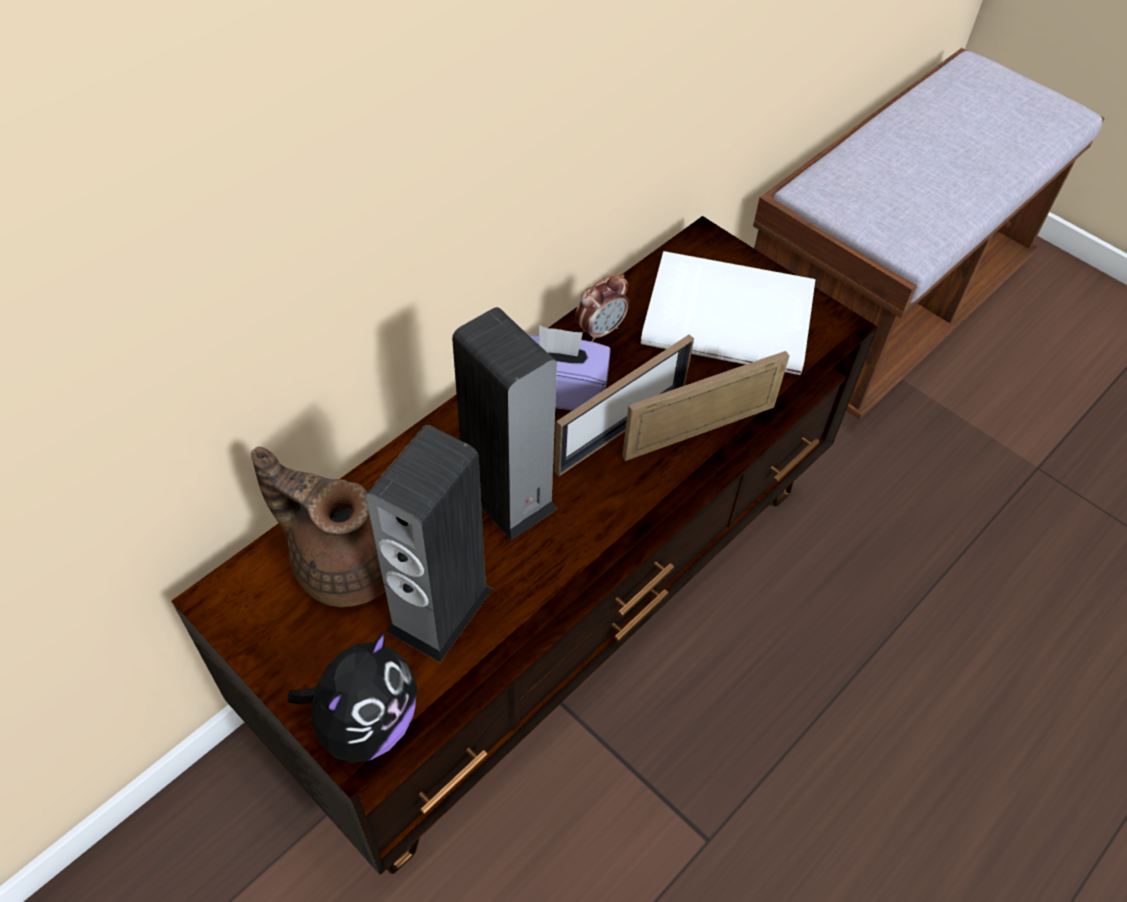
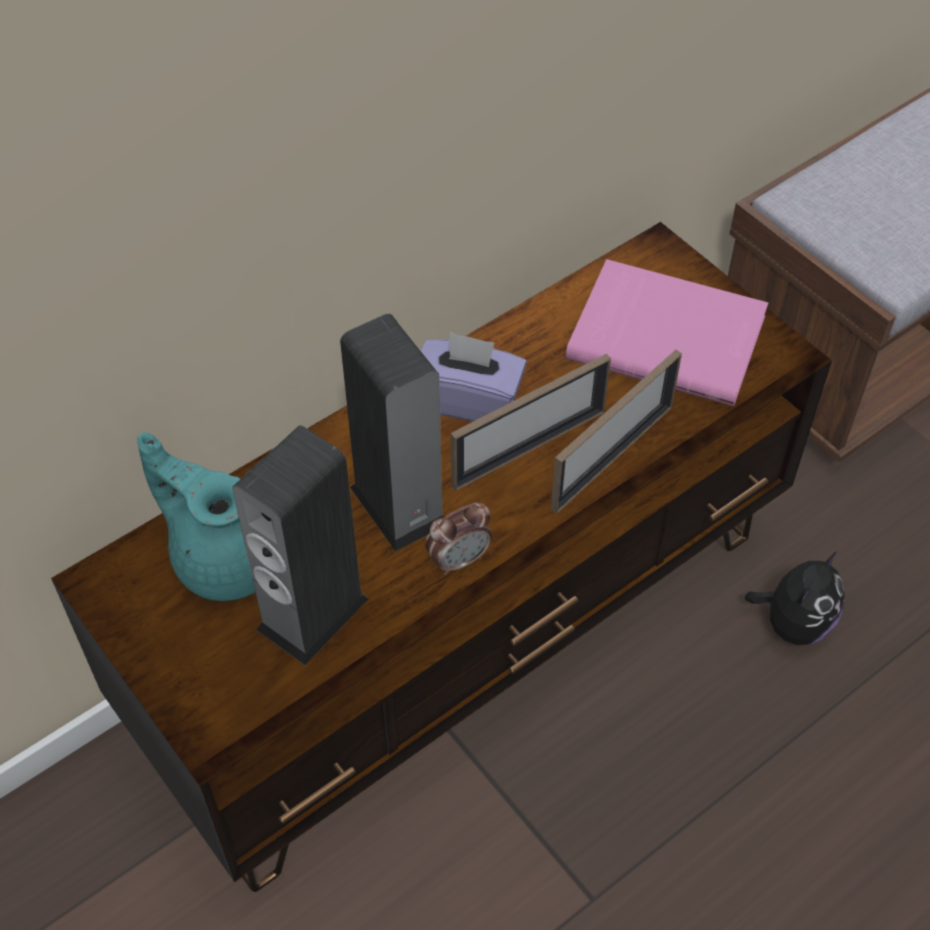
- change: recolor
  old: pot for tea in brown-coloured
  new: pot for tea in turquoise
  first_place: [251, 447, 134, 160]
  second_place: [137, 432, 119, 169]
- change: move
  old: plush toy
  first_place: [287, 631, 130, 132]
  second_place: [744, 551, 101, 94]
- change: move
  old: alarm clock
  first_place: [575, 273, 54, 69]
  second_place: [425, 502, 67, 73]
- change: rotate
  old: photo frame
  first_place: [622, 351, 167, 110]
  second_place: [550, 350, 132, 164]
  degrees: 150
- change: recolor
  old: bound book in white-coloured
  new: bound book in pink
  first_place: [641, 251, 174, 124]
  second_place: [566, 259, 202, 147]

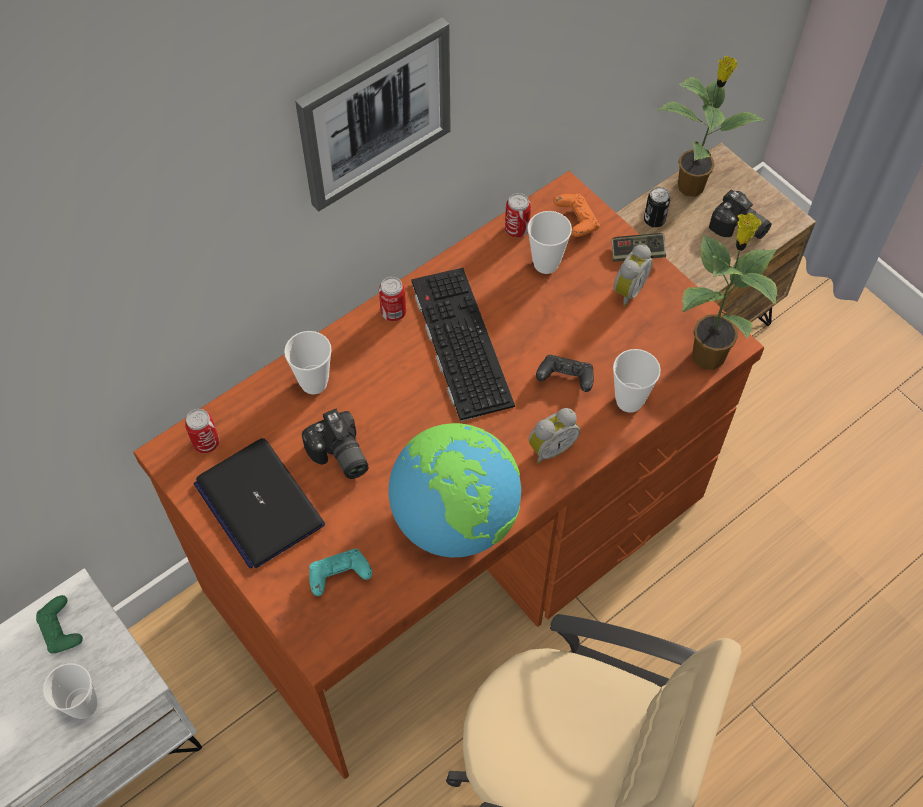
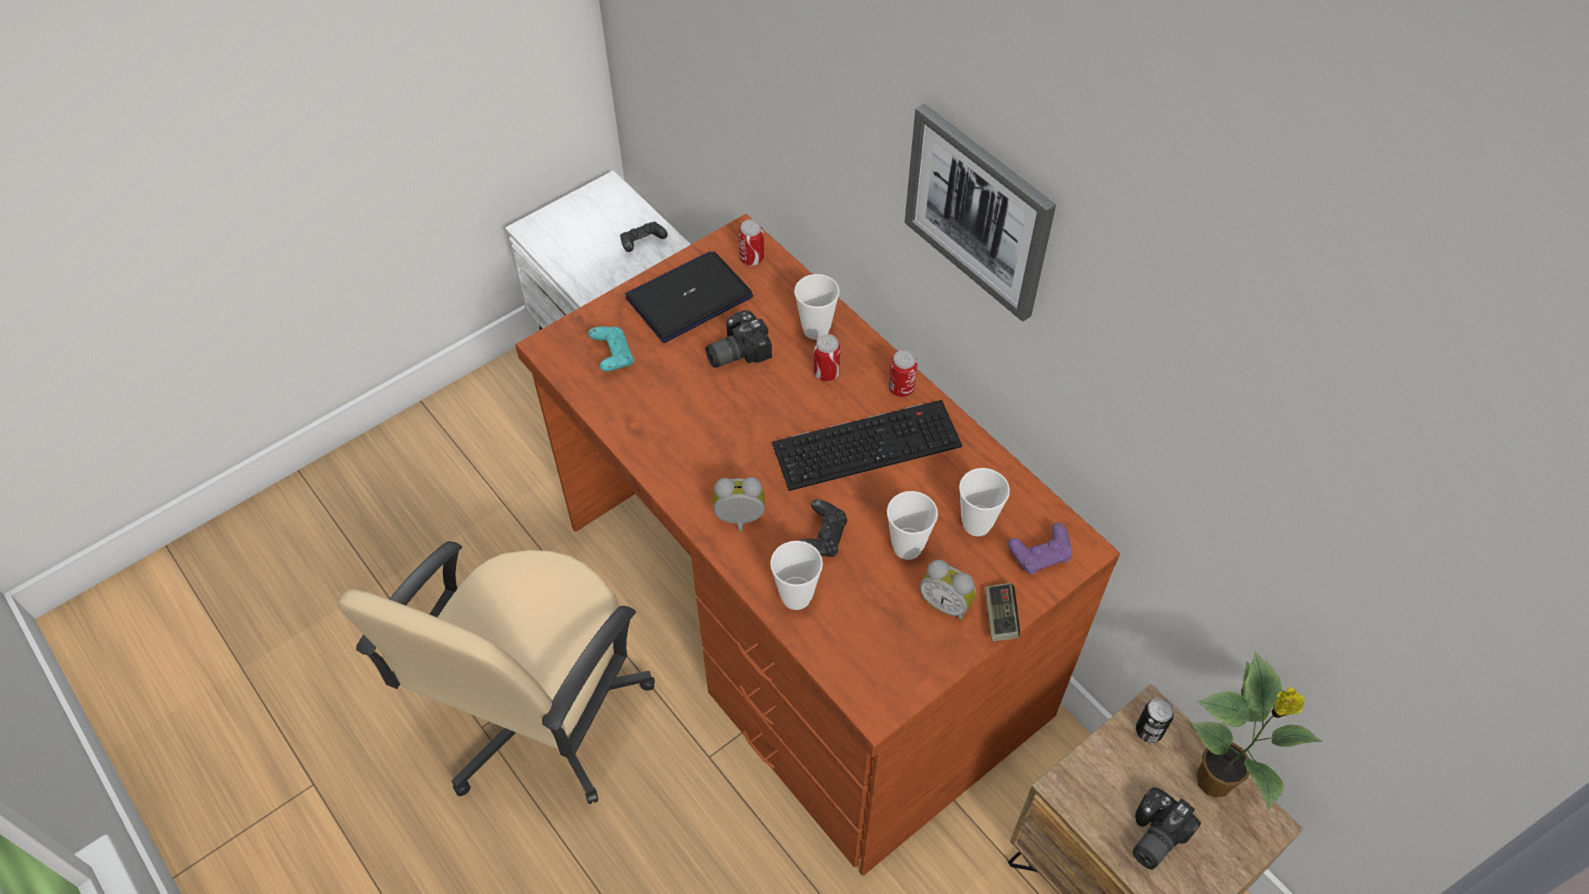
- change: recolor
  old: gamepad in green
  new: gamepad in black
  first_place: [36, 595, 47, 58]
  second_place: [620, 222, 48, 30]
- change: move
  old: cup
  first_place: [43, 663, 54, 56]
  second_place: [887, 491, 51, 69]
- change: delete
  old: world globe
  first_place: [389, 423, 132, 135]
- change: move
  old: sealed can
  first_place: [505, 193, 26, 45]
  second_place: [814, 334, 27, 47]
- change: rotate
  old: alarm clock
  first_place: [529, 408, 51, 56]
  second_place: [713, 477, 52, 56]
  degrees: 120
- change: recolor
  old: gamepad in orange
  new: gamepad in purple-coloured
  first_place: [553, 194, 47, 43]
  second_place: [1008, 523, 64, 51]
- change: delete
  old: houseplant
  first_place: [682, 213, 96, 157]

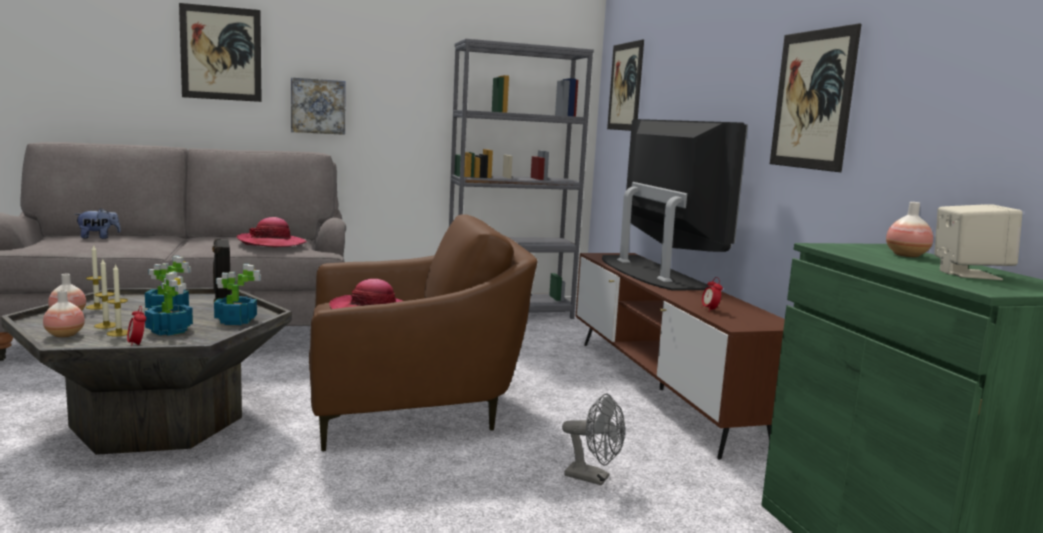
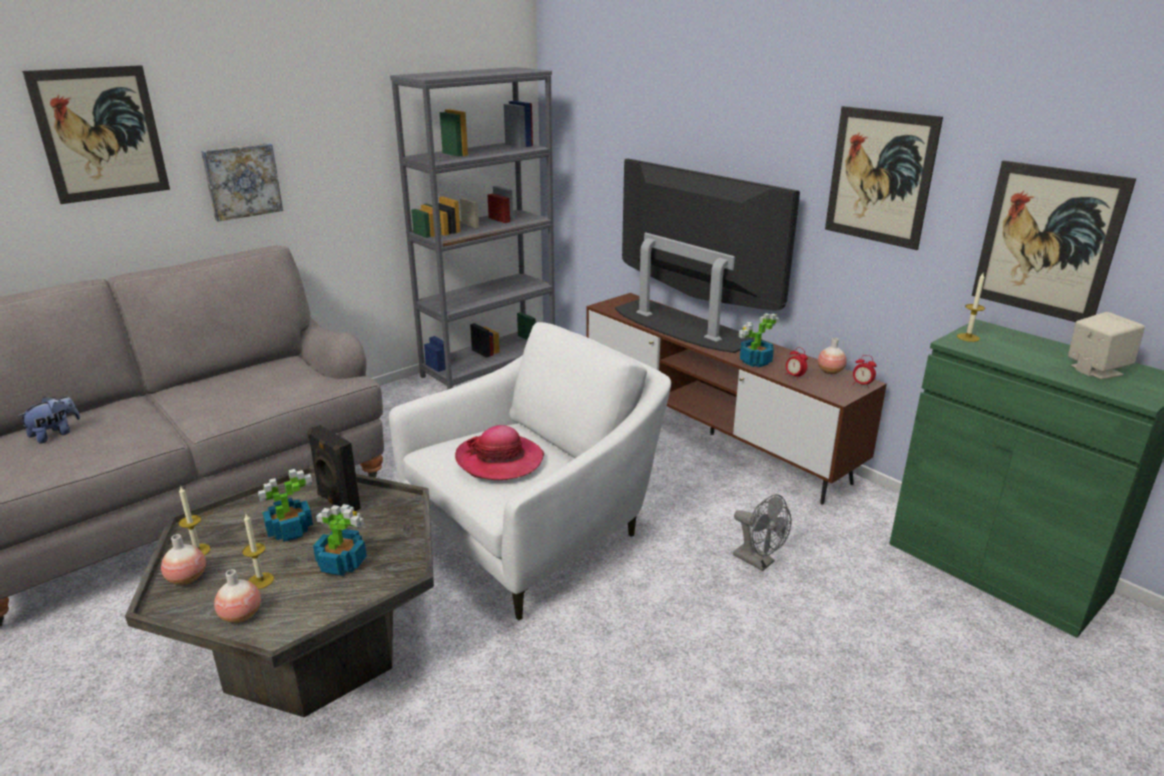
- change: move
  old: candle
  first_place: [107, 264, 21, 72]
  second_place: [957, 273, 28, 69]
- change: move
  old: alarm clock
  first_place: [127, 306, 19, 40]
  second_place: [853, 355, 24, 33]
- change: move
  old: houseplant
  first_place: [214, 264, 47, 61]
  second_place: [739, 313, 40, 54]
- change: delete
  old: wearable hat
  first_place: [237, 217, 70, 30]
- change: recolor
  old: lounge chair in brown-coloured
  new: lounge chair in white-coloured
  first_place: [309, 214, 229, 238]
  second_place: [389, 322, 282, 299]
- change: rotate
  old: electric fan in grey
  first_place: [562, 394, 63, 92]
  second_place: [733, 494, 58, 77]
  degrees: 45
- change: move
  old: wall art
  first_place: [607, 40, 37, 91]
  second_place: [972, 160, 164, 162]
- change: move
  old: vase
  first_place: [886, 202, 47, 55]
  second_place: [818, 338, 29, 36]

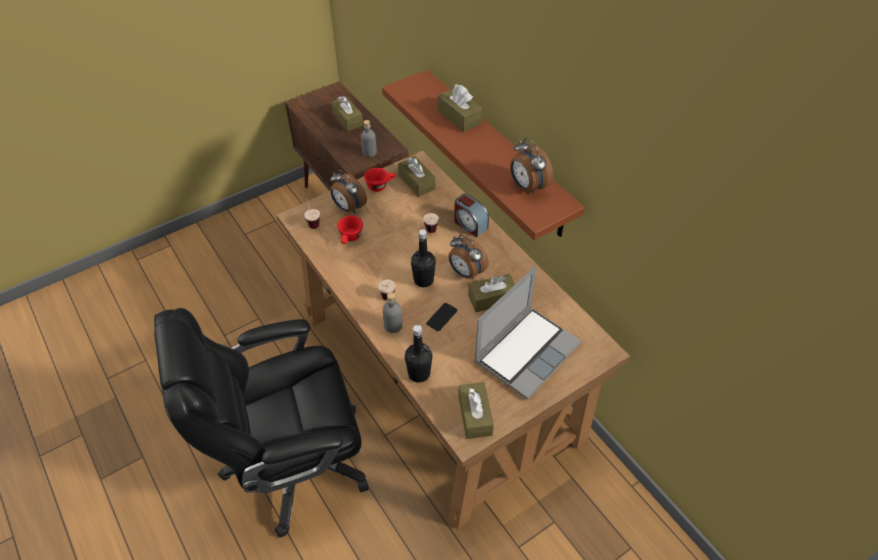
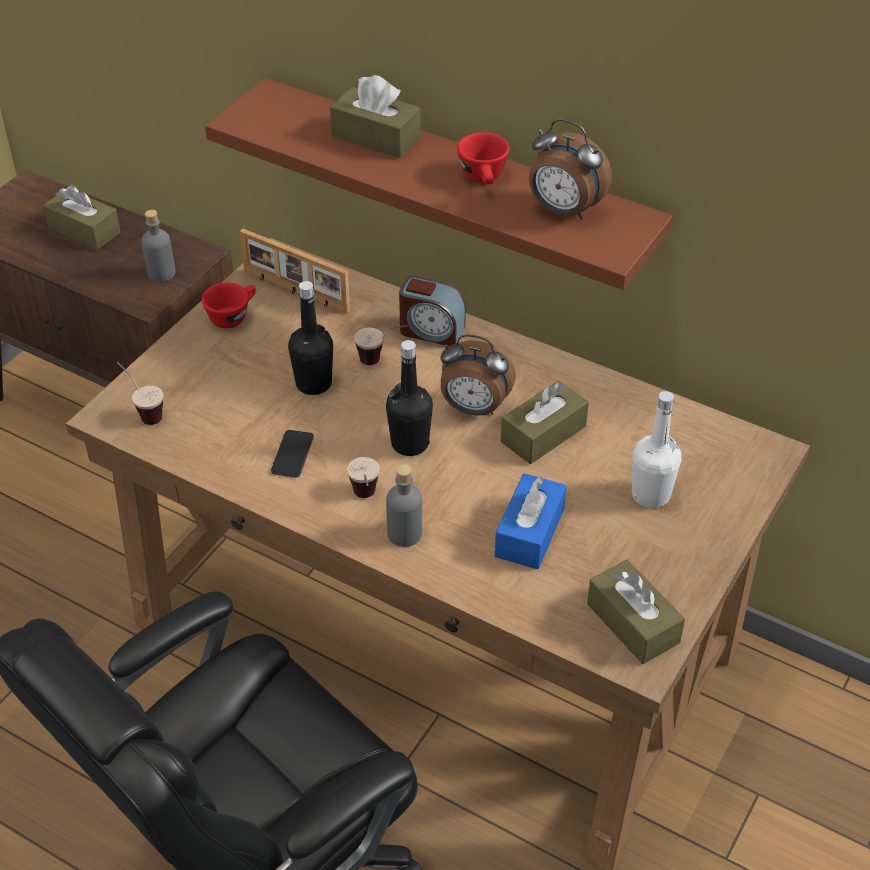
- change: delete
  old: alarm clock
  first_place: [330, 170, 37, 44]
- change: move
  old: cup in red
  first_place: [337, 216, 26, 28]
  second_place: [457, 132, 52, 52]
- change: replace
  old: tissue holder in brown-coloured
  new: photo frame
  first_place: [398, 156, 37, 41]
  second_place: [240, 229, 110, 85]
- change: move
  old: beverage bottle in black
  first_place: [405, 325, 27, 58]
  second_place: [288, 281, 45, 114]
- change: move
  old: telephone
  first_place: [426, 303, 31, 28]
  second_place: [271, 430, 43, 48]
- change: replace
  old: portable computer
  new: beverage bottle in white-coloured
  first_place: [474, 266, 107, 134]
  second_place: [632, 391, 49, 117]
- change: insert
  new: tissue holder in bluish
  second_place: [495, 473, 71, 96]

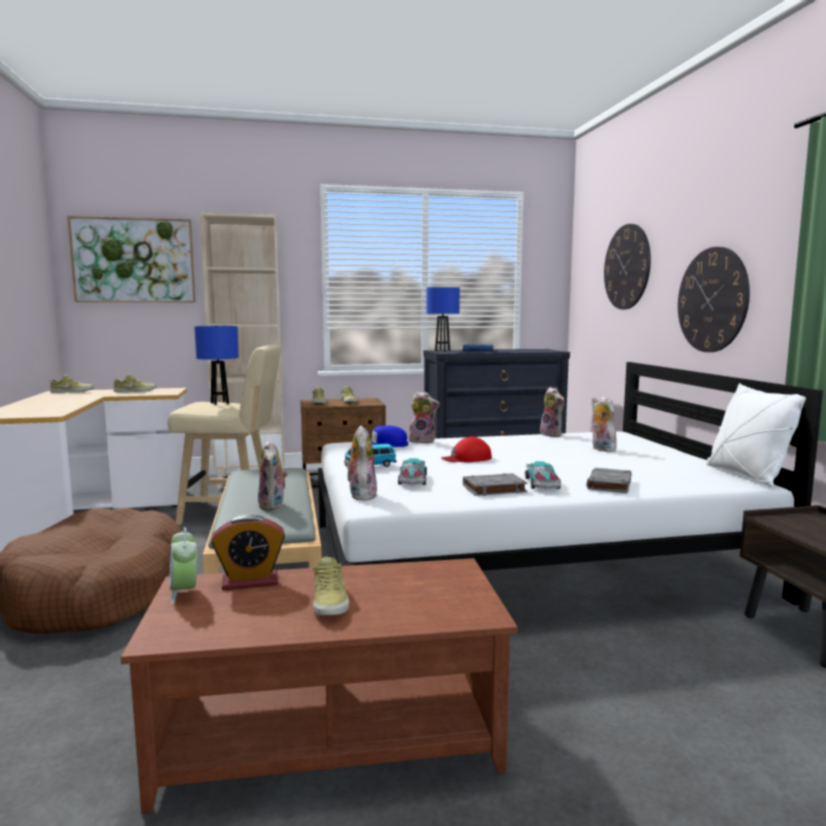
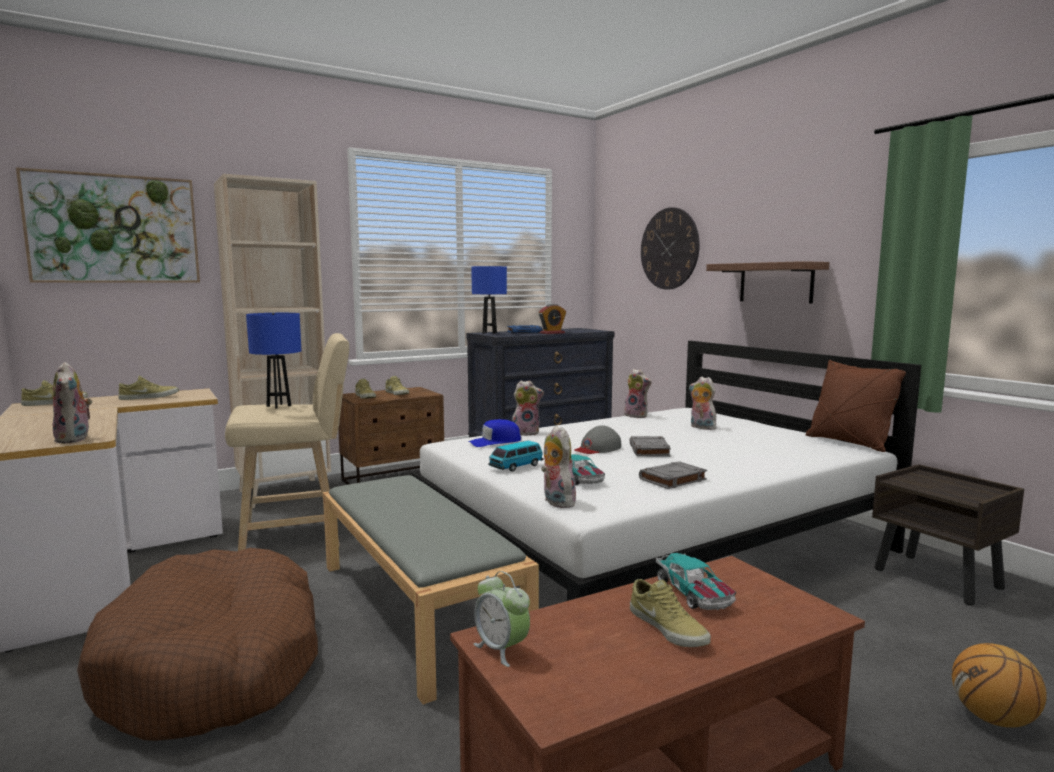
- change: move
  old: alarm clock
  first_place: [211, 514, 74, 76]
  second_place: [539, 304, 27, 30]
- change: move
  old: plush toy
  first_place: [258, 439, 30, 71]
  second_place: [53, 362, 39, 82]
- change: recolor
  old: peaked cap in red
  new: peaked cap in grey
  first_place: [441, 437, 51, 25]
  second_place: [574, 425, 47, 29]
- change: move
  old: model car
  first_place: [525, 461, 36, 28]
  second_place: [656, 553, 80, 57]
- change: move
  old: bound book in grey
  first_place: [586, 468, 46, 25]
  second_place: [629, 436, 42, 21]
- change: replace
  old: wall clock
  new: bracket shelf
  first_place: [678, 247, 72, 105]
  second_place: [706, 261, 123, 43]
- change: recolor
  old: throw pillow in white-coloured
  new: throw pillow in brown-coloured
  first_place: [706, 383, 100, 104]
  second_place: [806, 359, 100, 93]
- change: insert
  new: ball for basketball
  second_place: [952, 643, 94, 85]

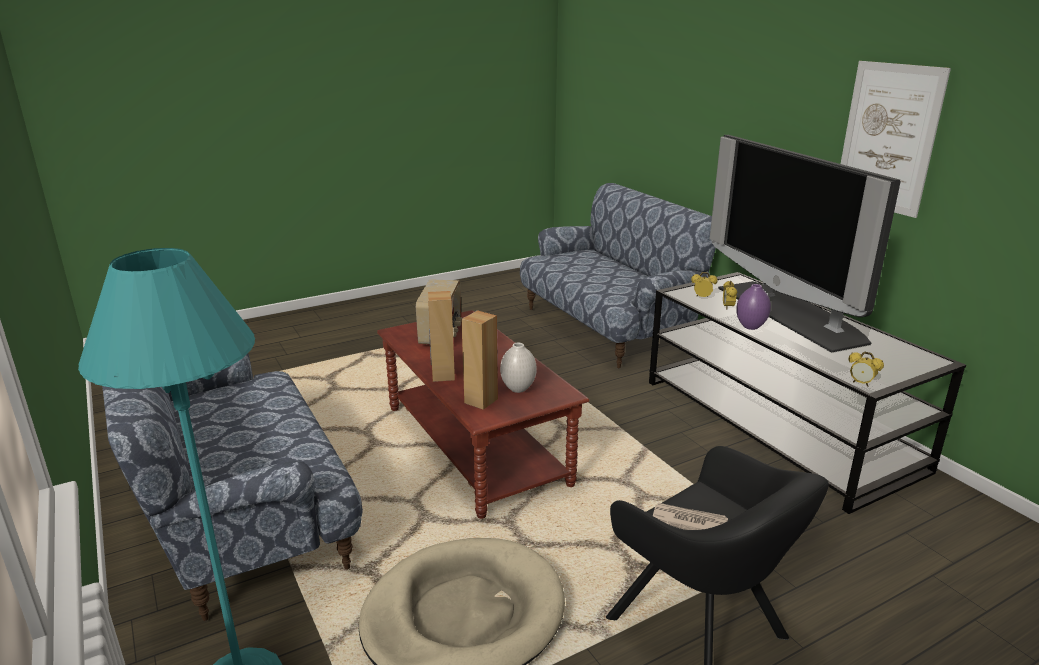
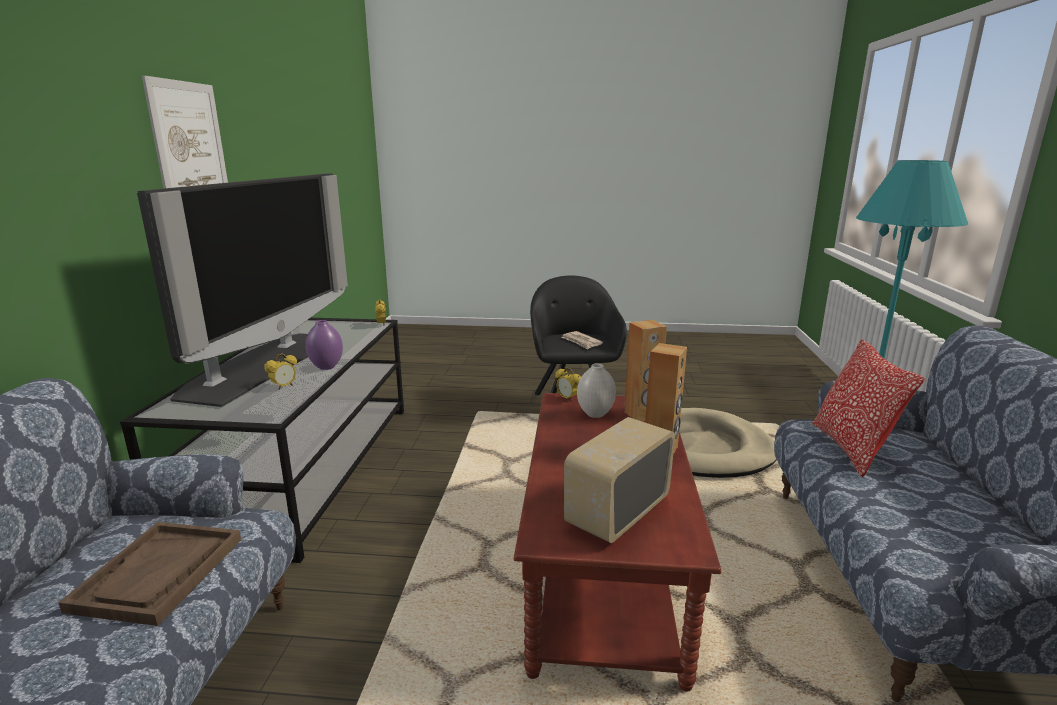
- change: move
  old: alarm clock
  first_place: [691, 272, 27, 25]
  second_place: [555, 367, 26, 35]
- change: insert
  new: carrying tray in brown-coloured
  second_place: [58, 522, 183, 104]
- change: insert
  new: throw pillow
  second_place: [812, 339, 113, 138]

